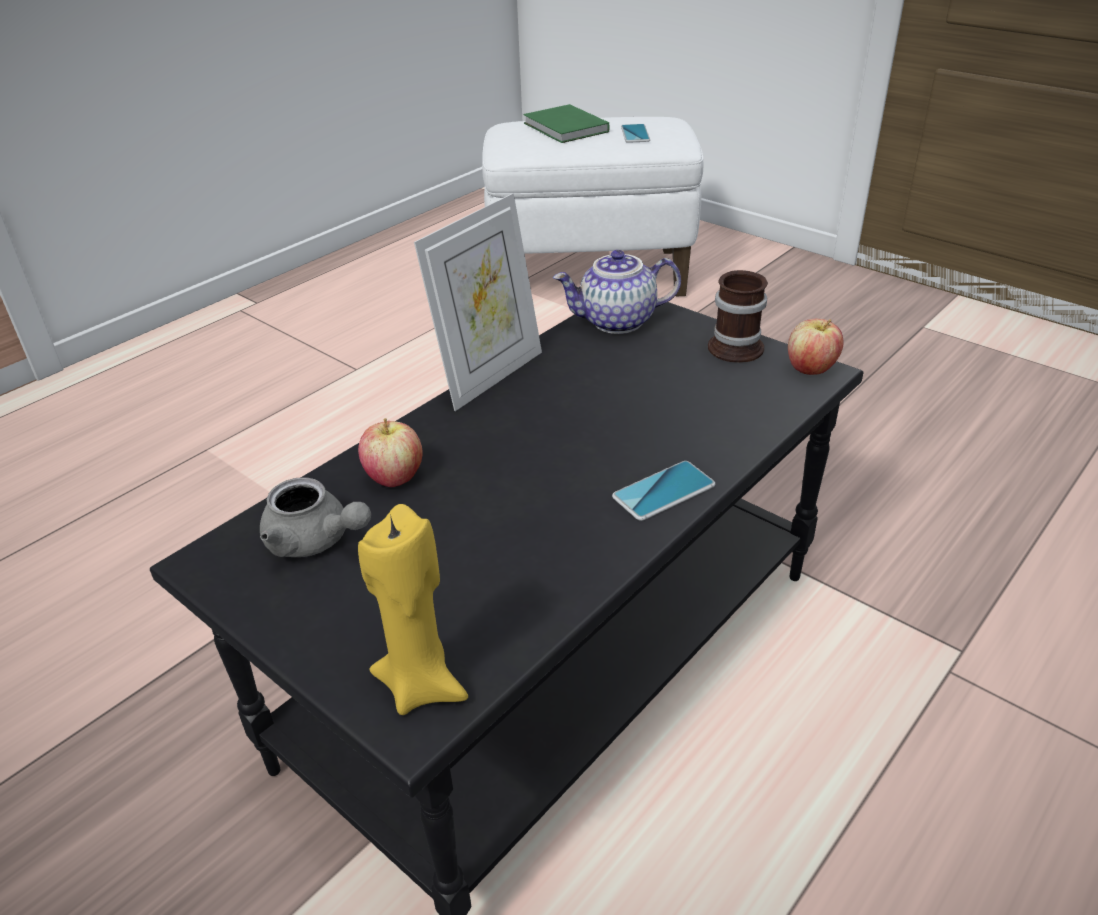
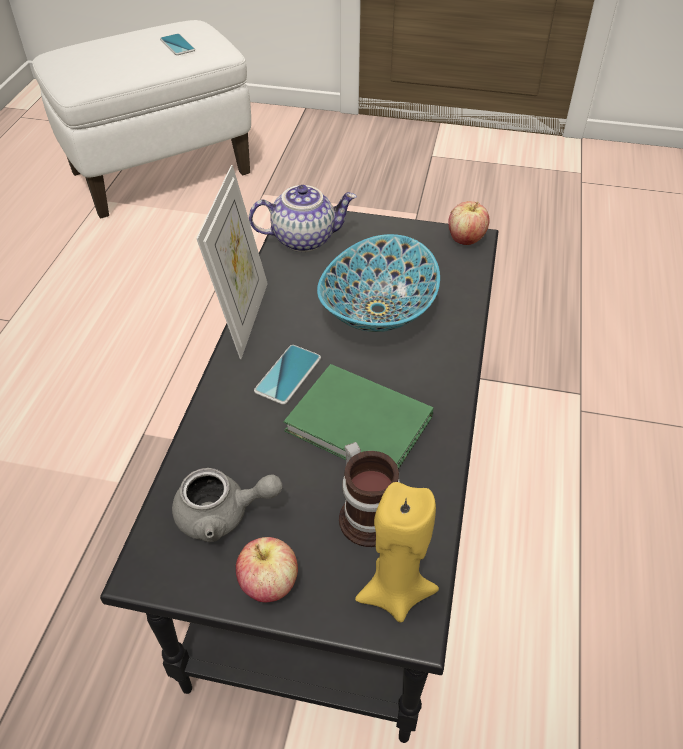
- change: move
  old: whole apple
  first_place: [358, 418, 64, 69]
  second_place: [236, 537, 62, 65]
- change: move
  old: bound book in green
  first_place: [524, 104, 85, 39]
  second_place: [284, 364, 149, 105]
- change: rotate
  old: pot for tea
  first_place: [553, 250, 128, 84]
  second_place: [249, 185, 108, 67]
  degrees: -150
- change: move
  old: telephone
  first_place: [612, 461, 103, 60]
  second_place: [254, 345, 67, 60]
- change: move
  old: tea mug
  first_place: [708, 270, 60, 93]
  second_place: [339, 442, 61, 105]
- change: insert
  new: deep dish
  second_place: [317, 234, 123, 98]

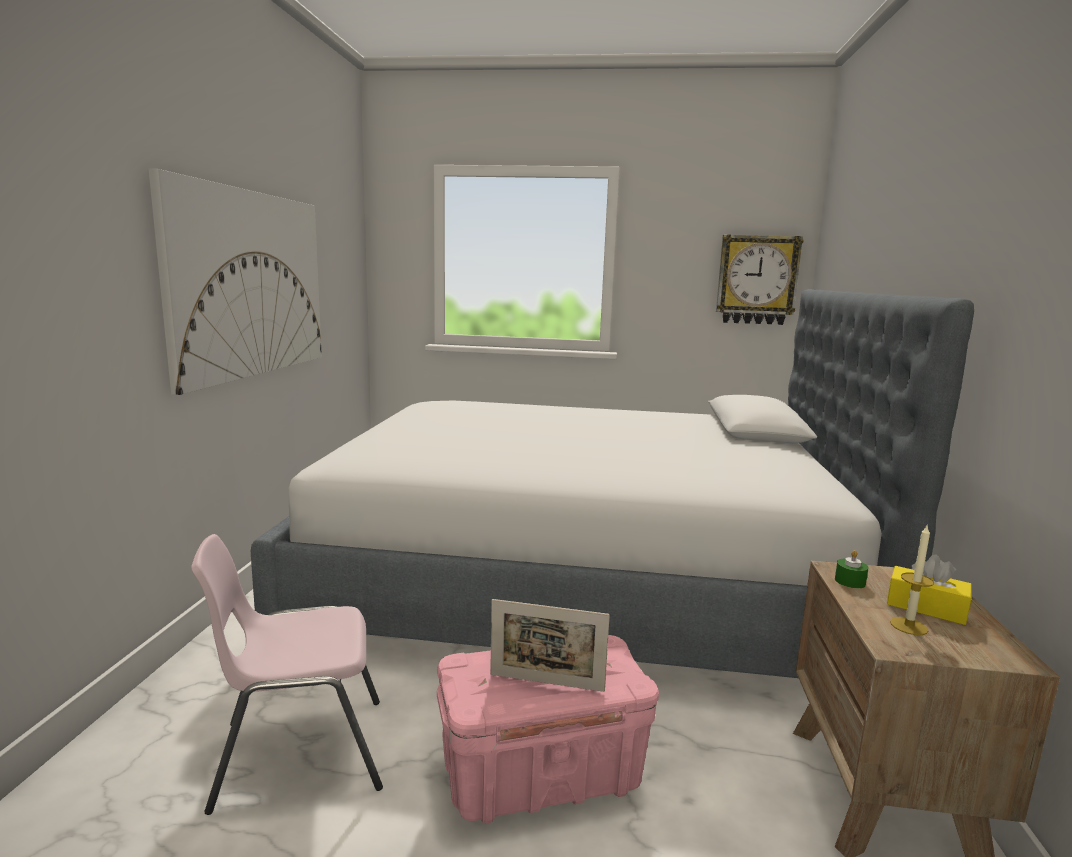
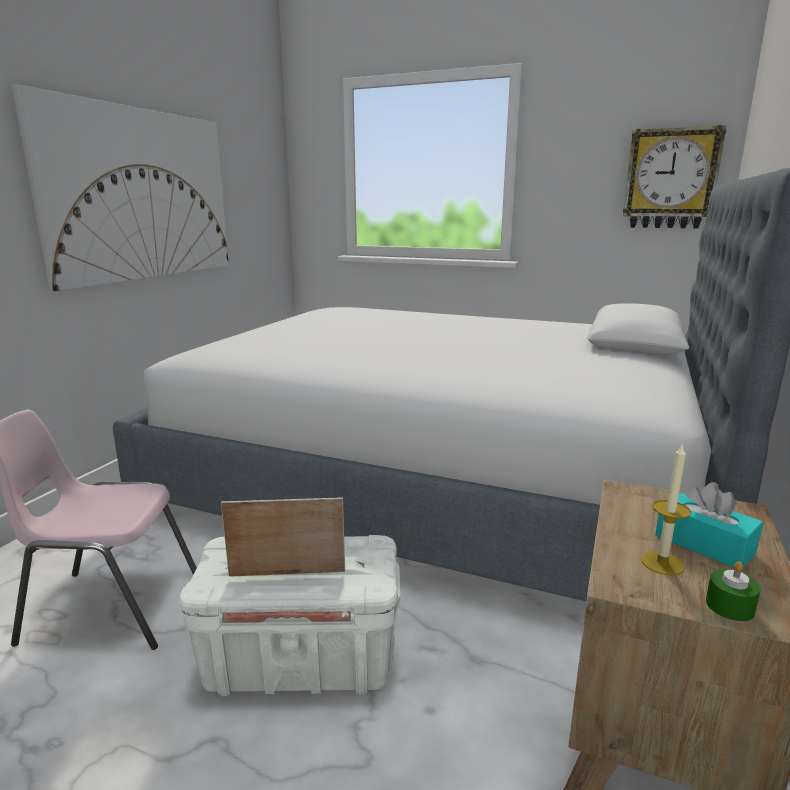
- change: recolor
  old: storage bin in pink
  new: storage bin in white-coloured
  first_place: [437, 635, 222, 188]
  second_place: [179, 535, 221, 161]
- change: rotate
  old: photo frame
  first_place: [490, 599, 120, 93]
  second_place: [221, 497, 124, 80]
  degrees: 150
- change: move
  old: candle in green
  first_place: [835, 550, 34, 38]
  second_place: [706, 561, 55, 60]
- change: recolor
  old: tissue holder in yellowish
  new: tissue holder in turquoise
  first_place: [887, 555, 85, 70]
  second_place: [655, 482, 108, 86]

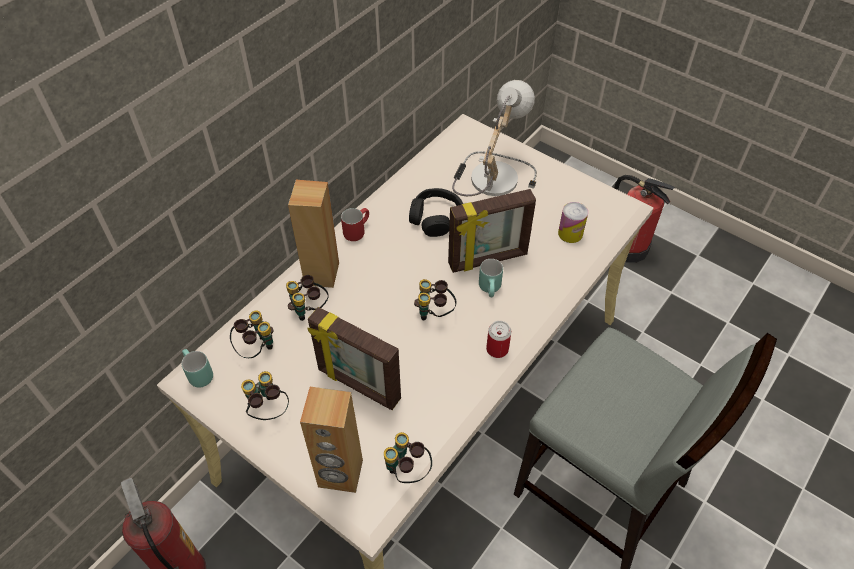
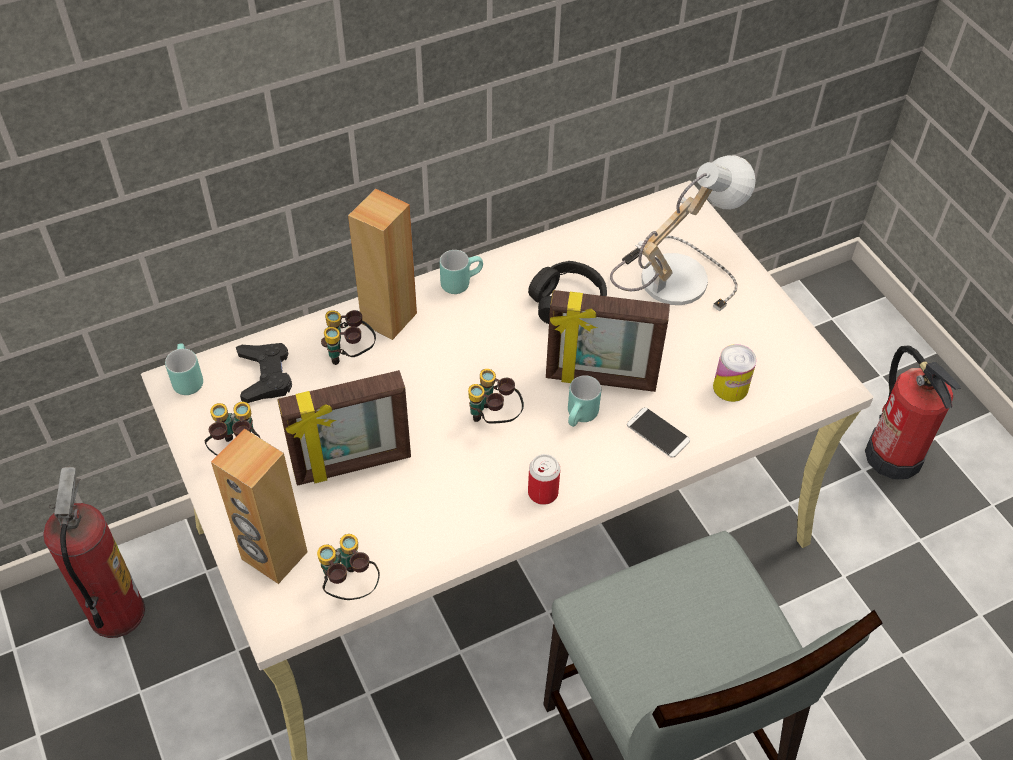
- change: replace
  old: field glasses
  new: gamepad in black
  first_place: [230, 310, 43, 48]
  second_place: [236, 343, 56, 60]
- change: rotate
  old: photo frame
  first_place: [308, 307, 93, 103]
  second_place: [277, 370, 134, 116]
  degrees: -75
- change: recolor
  old: tea mug in red
  new: tea mug in turquoise
  first_place: [341, 208, 28, 33]
  second_place: [440, 250, 43, 44]
- change: insert
  new: telephone
  second_place: [627, 407, 63, 51]

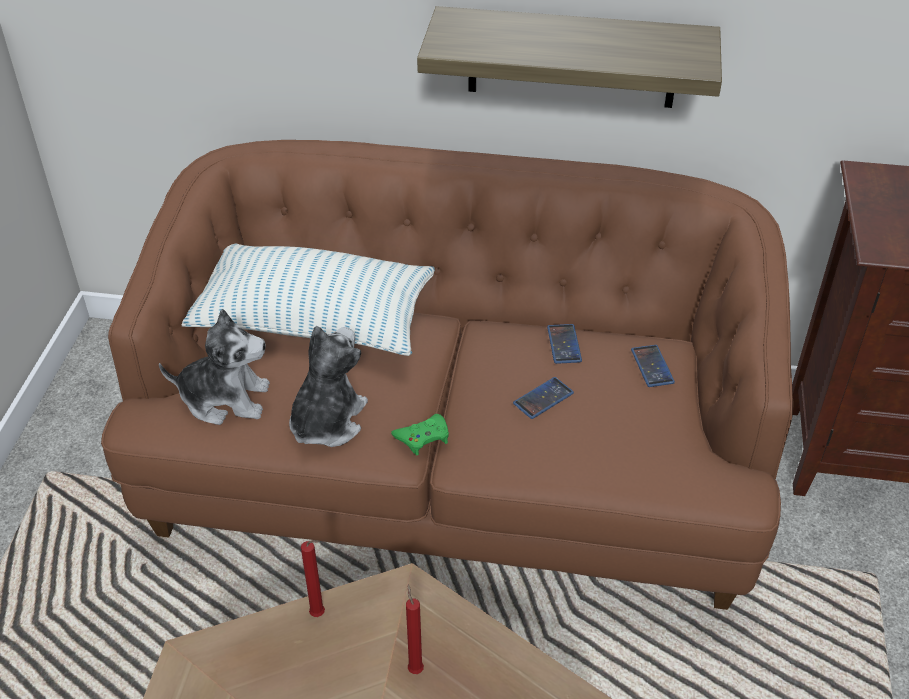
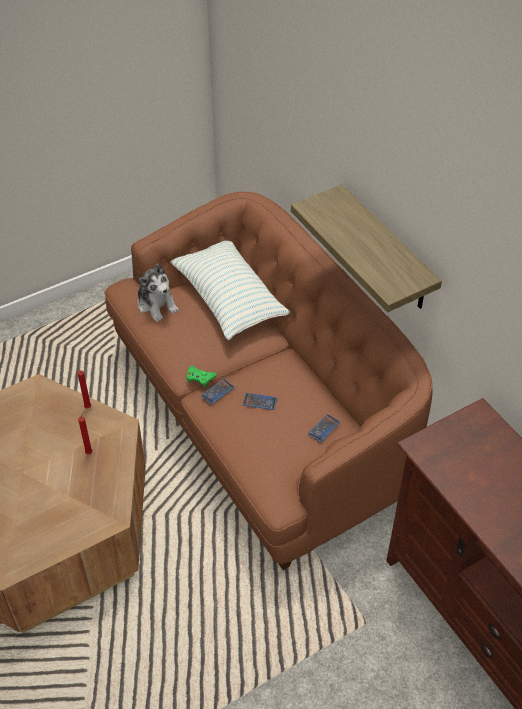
- change: delete
  old: plush toy
  first_place: [289, 326, 79, 121]
- change: move
  old: telephone
  first_place: [547, 324, 35, 40]
  second_place: [201, 379, 34, 25]

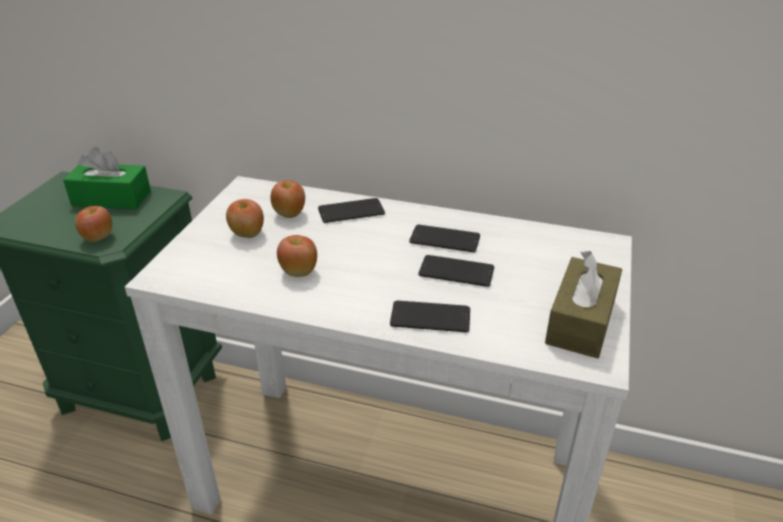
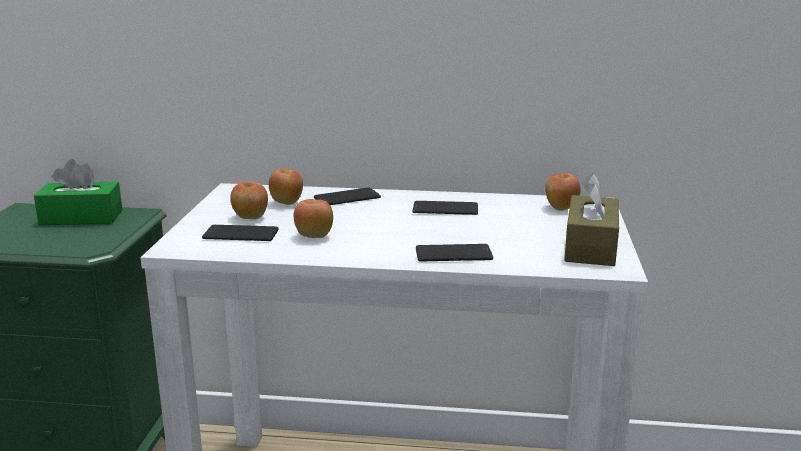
- change: move
  old: whole apple
  first_place: [75, 206, 37, 36]
  second_place: [545, 173, 36, 38]
- change: move
  old: telephone
  first_place: [419, 255, 75, 32]
  second_place: [202, 225, 77, 16]

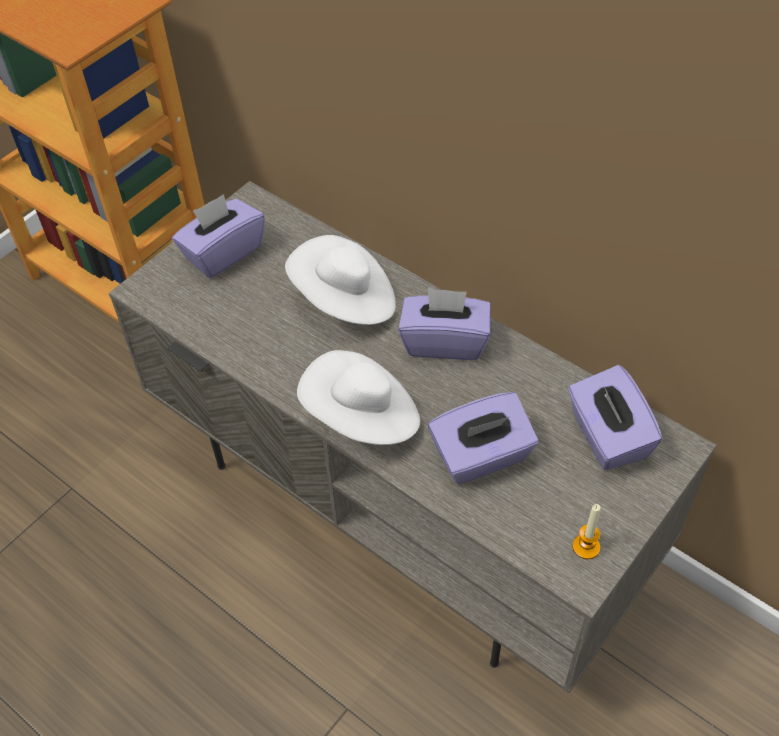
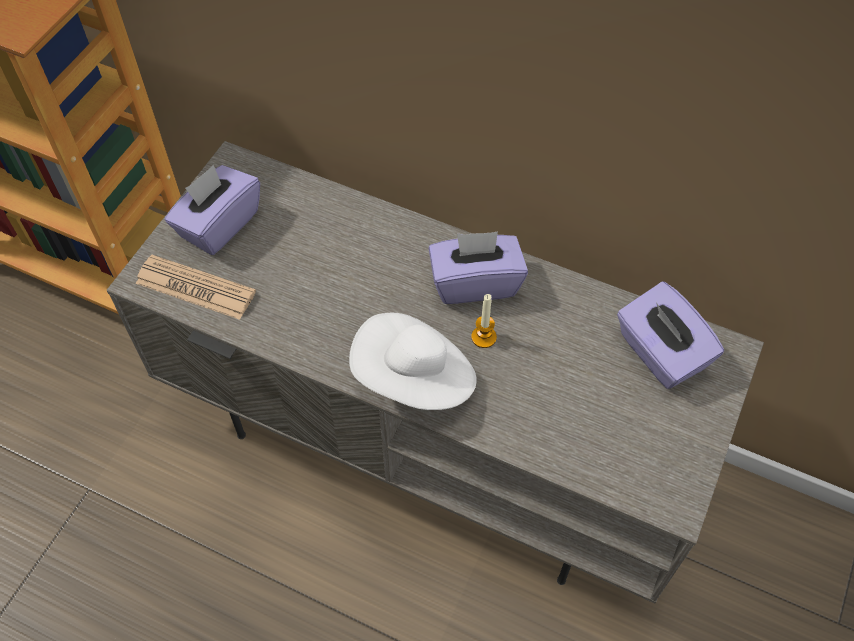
- change: delete
  old: wearable hat in white-coloured
  first_place: [285, 235, 111, 90]
- change: delete
  old: tissue holder in purple-coloured
  first_place: [428, 392, 110, 92]
- change: move
  old: candle
  first_place: [572, 504, 29, 55]
  second_place: [471, 294, 26, 54]
- change: insert
  new: daily paper
  second_place: [136, 255, 120, 65]

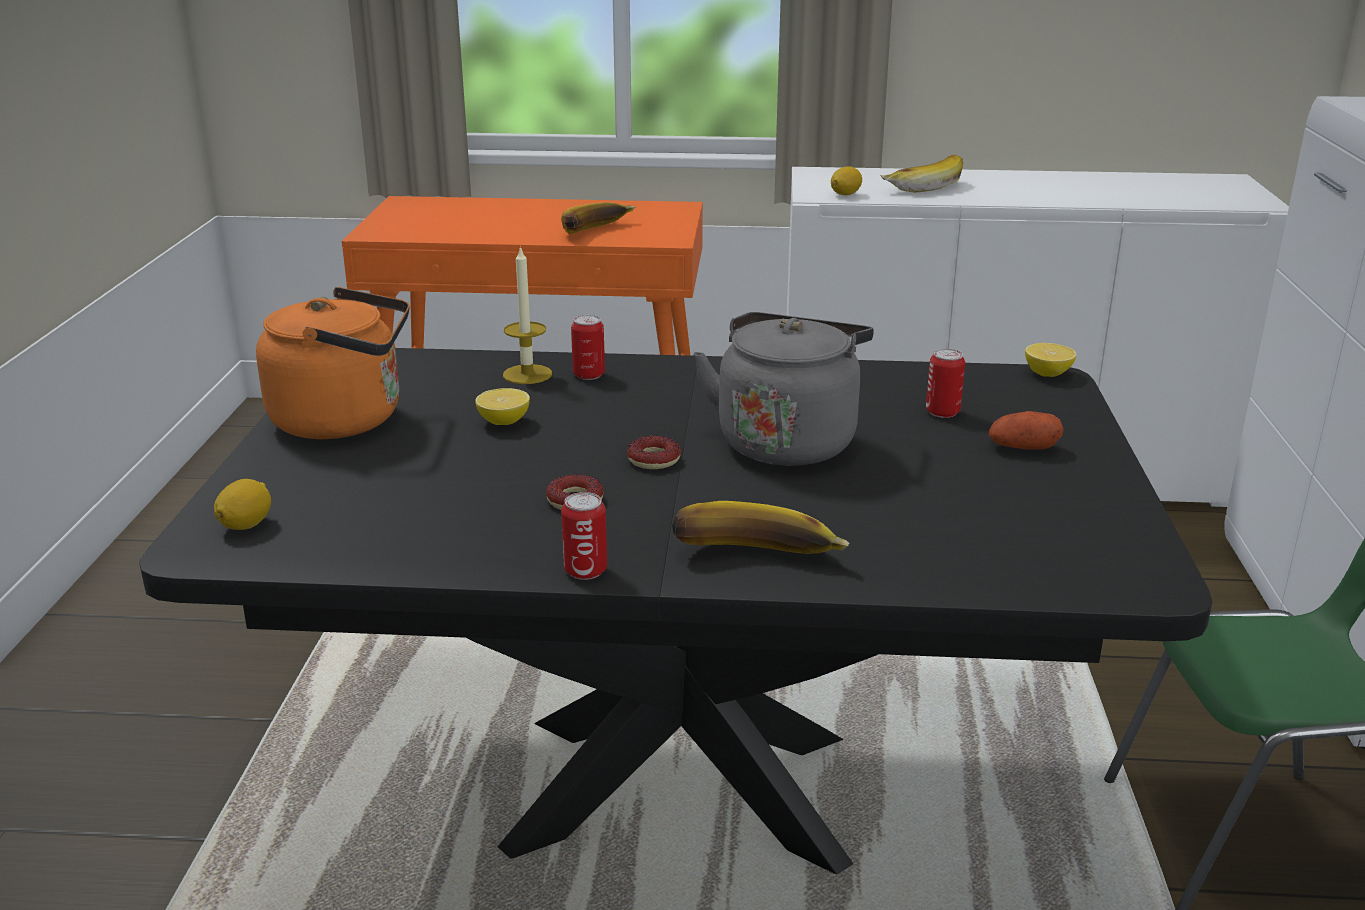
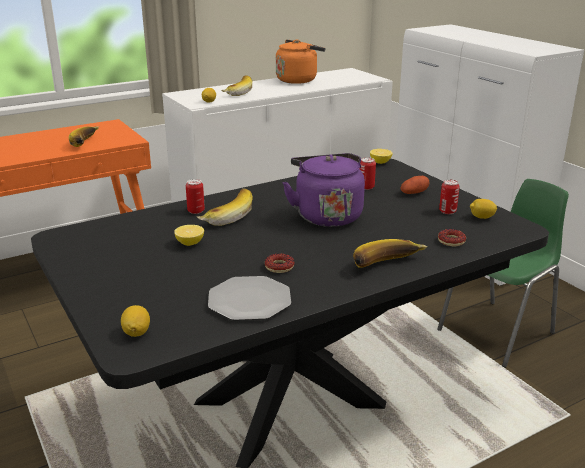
- change: move
  old: tea kettle in orange
  first_place: [256, 287, 153, 152]
  second_place: [276, 39, 49, 45]
- change: delete
  old: candle
  first_place: [503, 245, 49, 139]
- change: move
  old: sealed can
  first_place: [561, 492, 46, 88]
  second_place: [439, 179, 21, 35]
- change: move
  old: donut
  first_place: [627, 435, 54, 34]
  second_place: [438, 229, 28, 17]
- change: recolor
  old: tea kettle in grey
  new: tea kettle in purple-coloured
  first_place: [693, 312, 181, 154]
  second_place: [282, 153, 83, 74]
- change: insert
  new: whole banana
  second_place: [196, 189, 57, 37]
- change: insert
  new: flat dish
  second_place: [208, 276, 83, 45]
- change: insert
  new: lemon
  second_place: [470, 199, 27, 20]

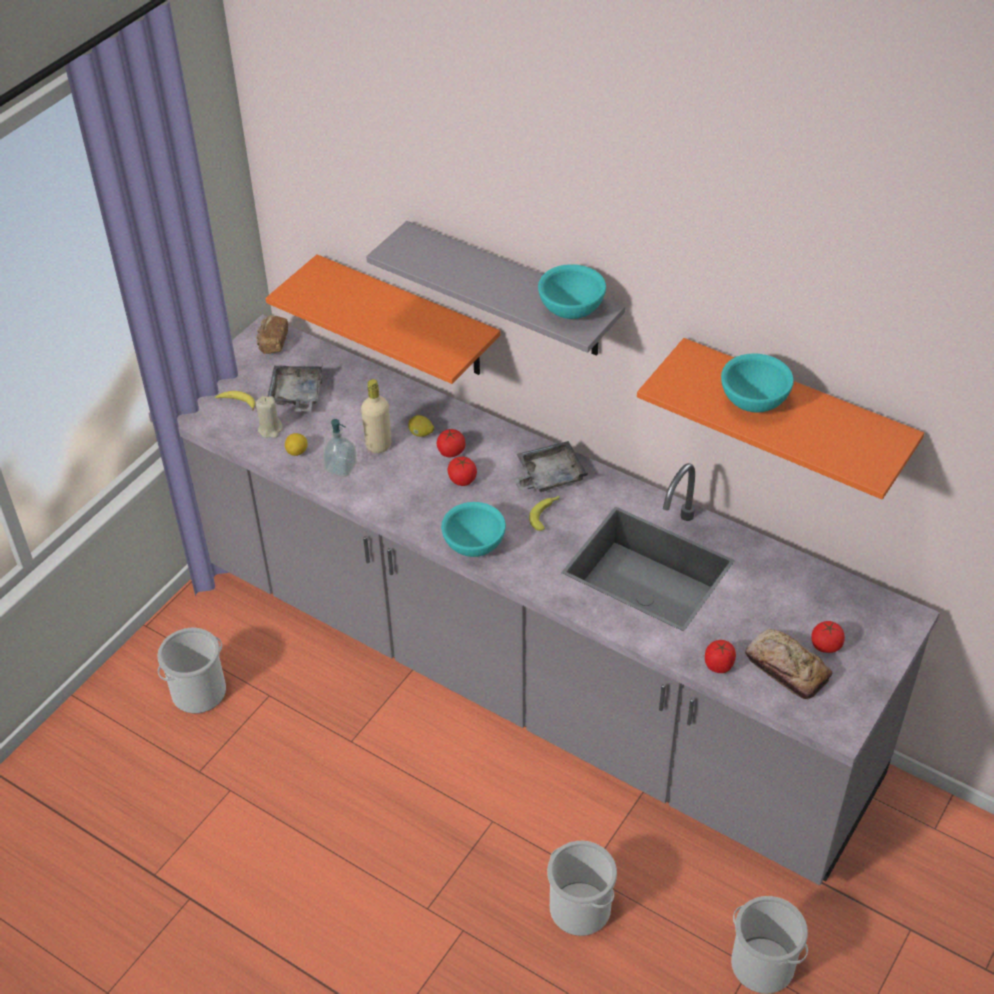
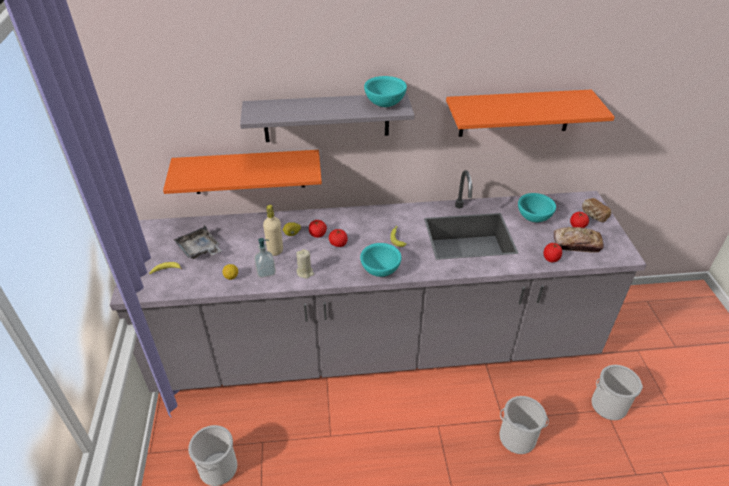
- change: move
  old: bakery bread
  first_place: [256, 315, 32, 39]
  second_place: [582, 198, 29, 24]
- change: move
  old: candle in beige
  first_place: [256, 396, 27, 42]
  second_place: [296, 249, 18, 30]
- change: delete
  old: carrying tray in grey
  first_place: [514, 441, 74, 51]
- change: move
  old: deep dish in turquoise
  first_place: [721, 354, 73, 58]
  second_place: [518, 193, 38, 29]

